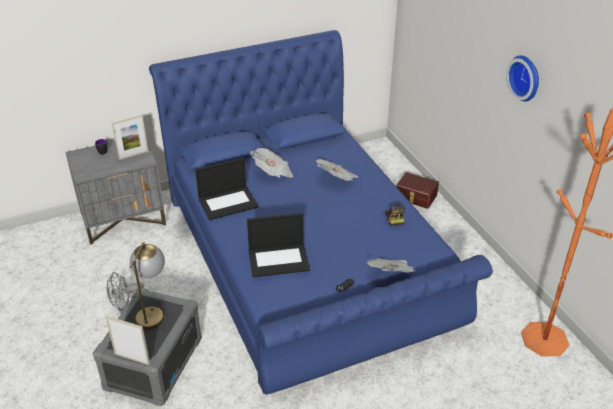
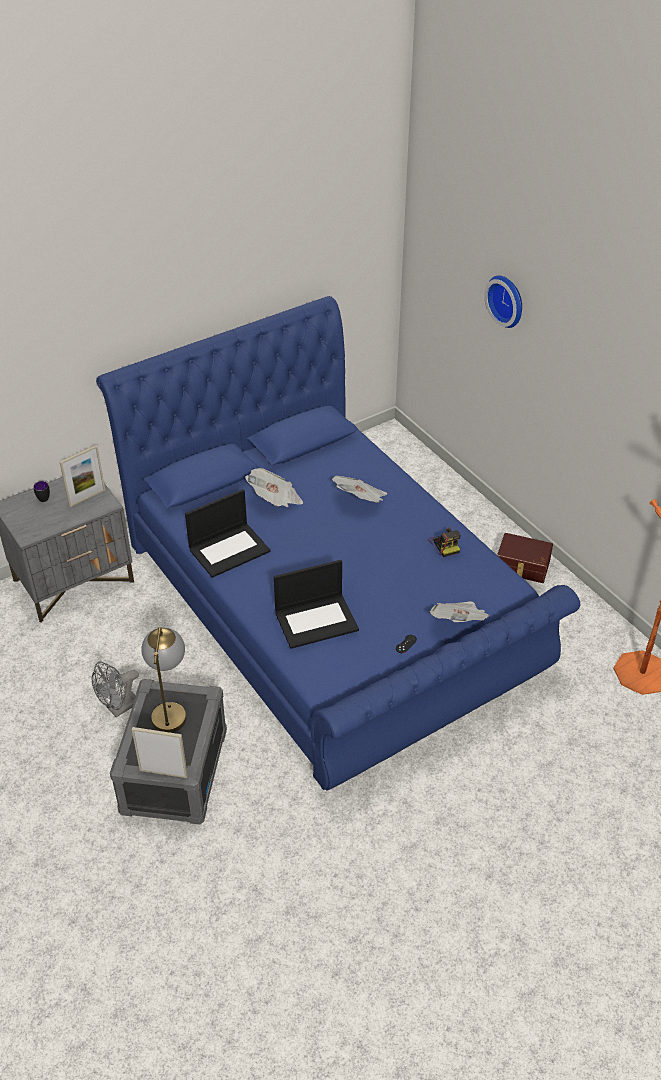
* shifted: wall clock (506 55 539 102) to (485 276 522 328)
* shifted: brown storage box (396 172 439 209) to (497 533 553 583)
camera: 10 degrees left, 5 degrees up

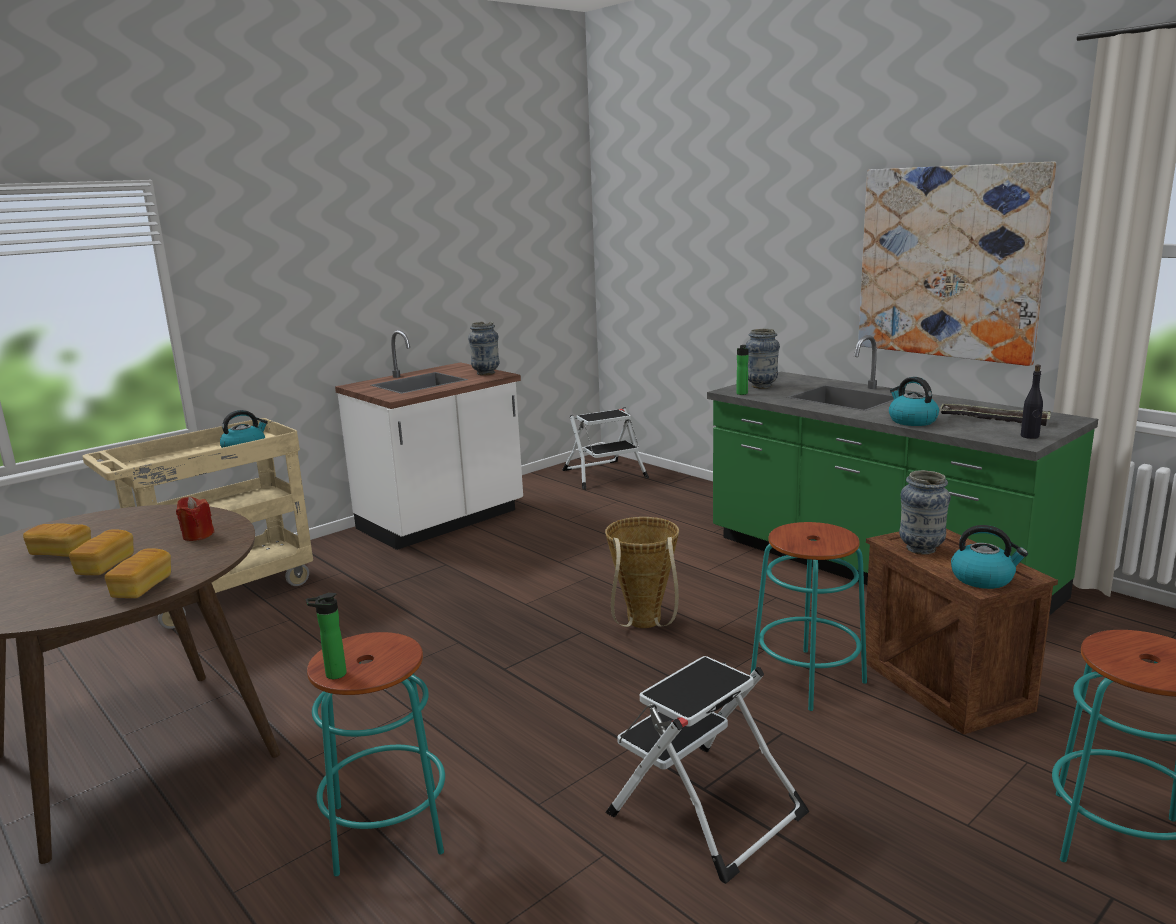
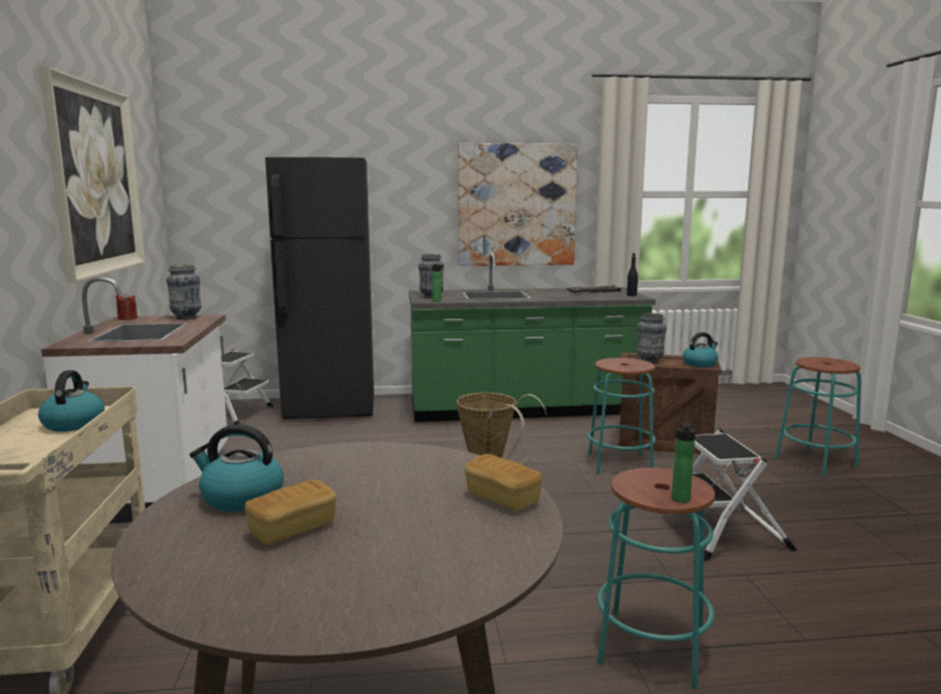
* shifted: kettle (889 377 939 426) to (190 424 284 512)
* shifted: red candle (176 496 214 541) to (116 292 138 320)
* gone: bread (69 529 134 575)
* new: picture (40 66 145 282)
* new: black fridge (265 157 374 419)
camera: 55 degrees left, 5 degrees down

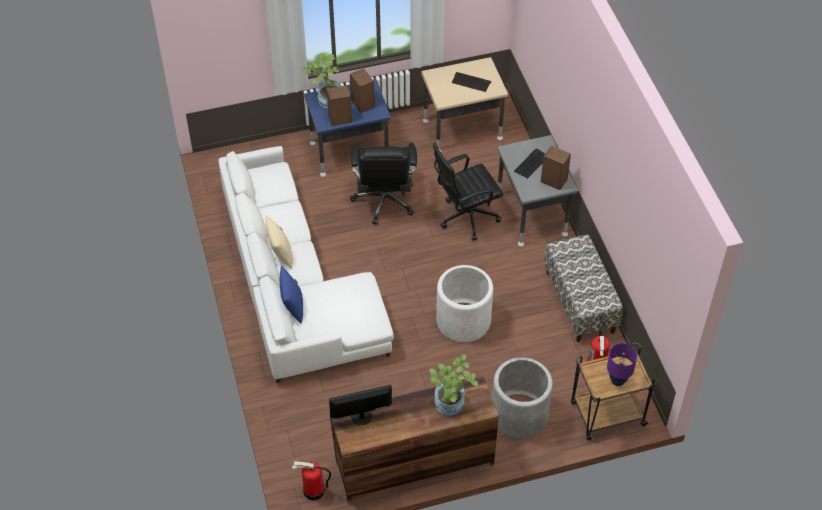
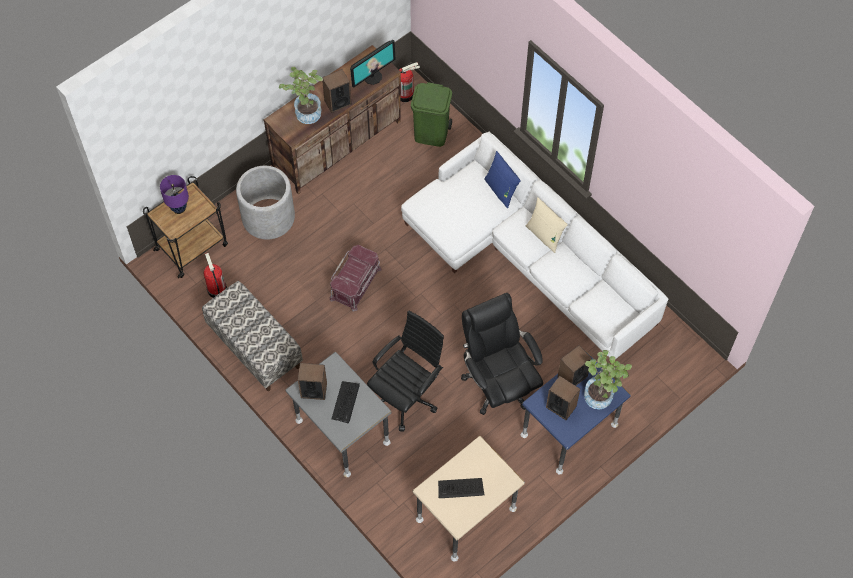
* swapped: white planter (436 265 493 342) to red storage box (330 245 382 312)
* new: speaker (322 69 352 113)
* new: green trash can (411 82 452 147)
camera: 155 degrees right, 10 degrees up

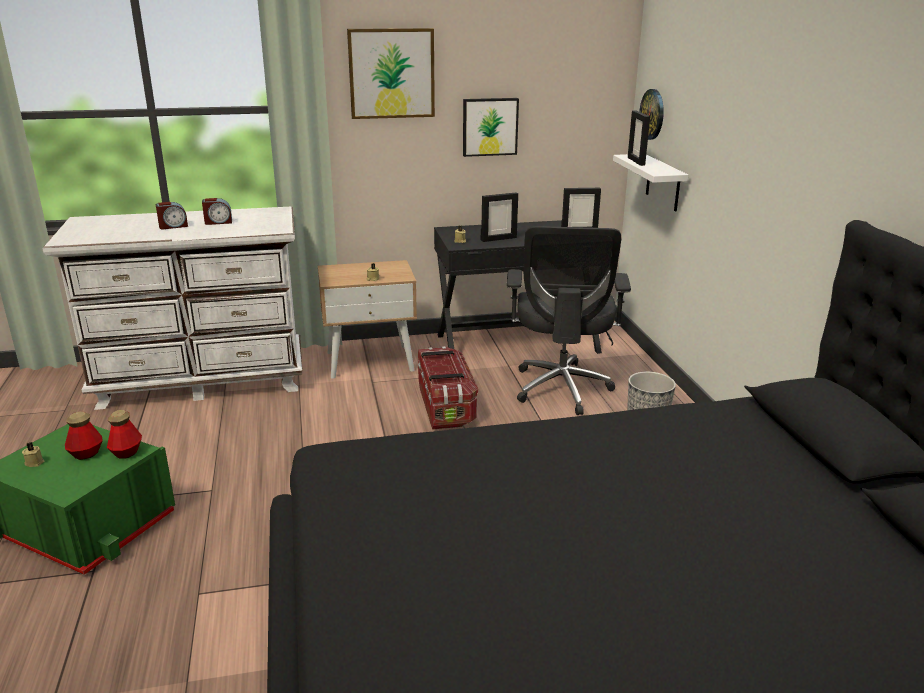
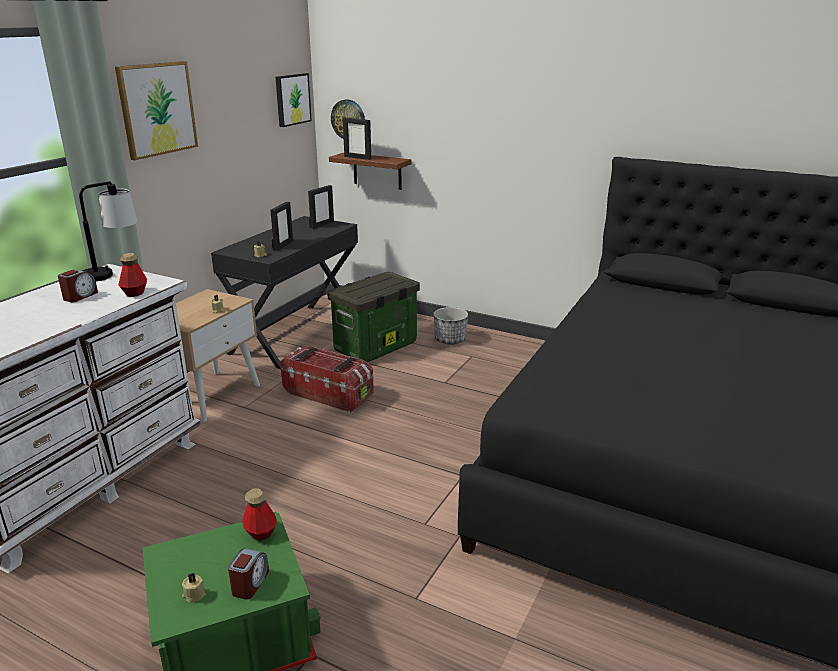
* shifted: picture (463 98 519 157) to (275 73 312 127)
* repainted: white shelf (613 154 688 212) to brown shelf (329 153 411 190)
* shifted: alarm clock (156 202 188 229) to (228 548 269 599)
* swapped: office chair (507 226 631 415) to storage box (327 272 420 362)
* shifted: bottle (65 411 103 460) to (118 253 147 297)
* new: table lamp (79 181 138 281)
camera: 50 degrees left, 0 degrees up

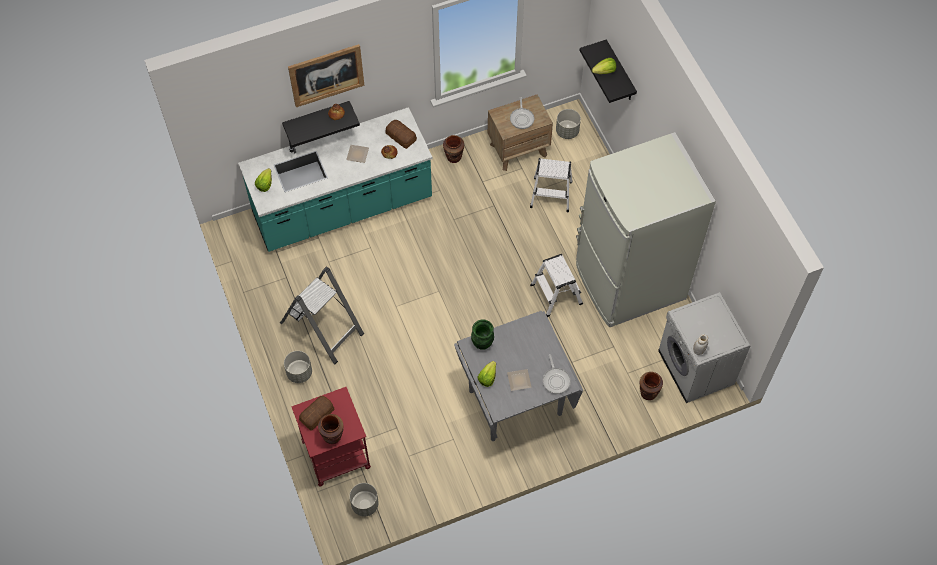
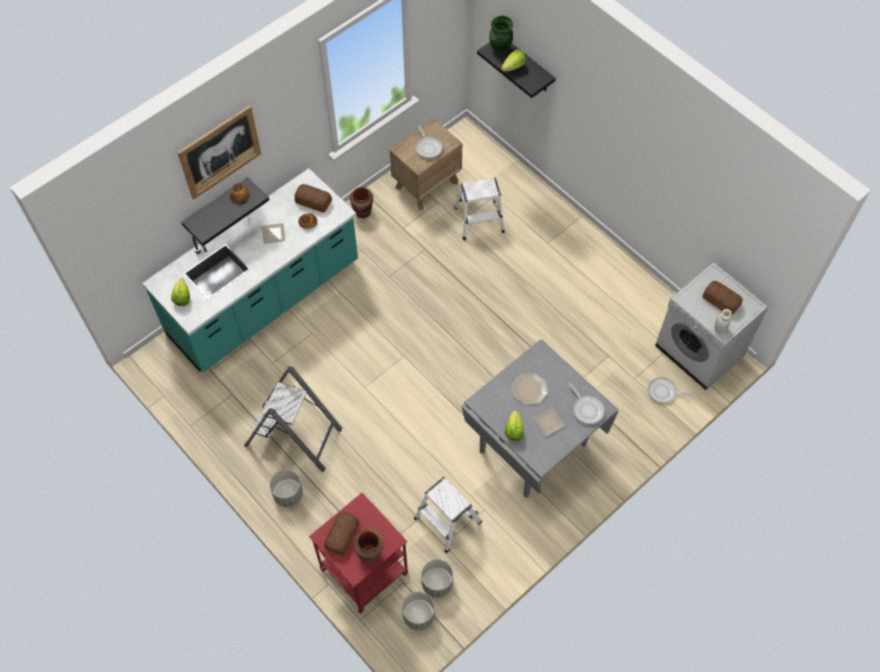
* shifted: grey planter (556 109 581 139) to (421 559 453 598)
* gone: white fridge (576 132 716 327)
* shifted: white step ladder (530 254 583 317) to (414 477 482 553)
* shifted: green vase (471 320 494 350) to (489 16 513 53)
* swapped: brown vase (640 372 663 400) to frying pan (648 377 693 403)
* new: bread (702 281 743 316)
* new: plate (512 373 548 405)
camera: 20 degrees left, 0 degrees up

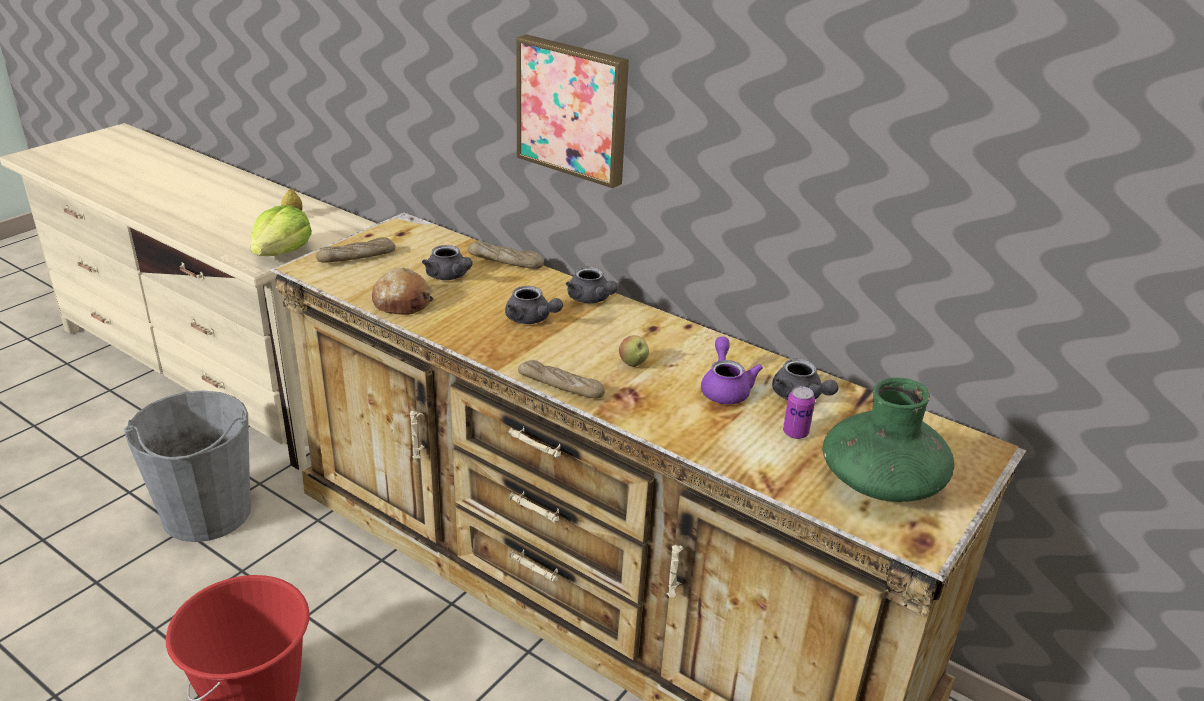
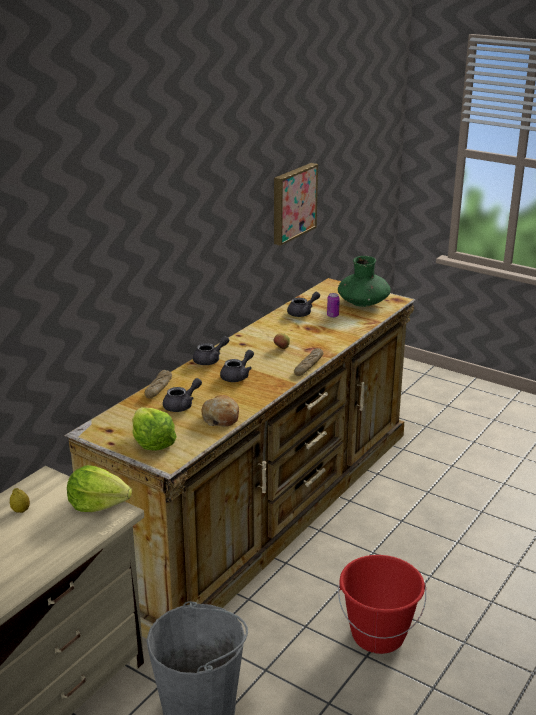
* shifted: picture (516 34 629 188) to (274 163 318 246)
* swapped: bread (316 237 395 262) to lettuce (132 407 177 451)
* gone: purple teapot (701 337 763 404)
camera: 90 degrees left, 5 degrees down

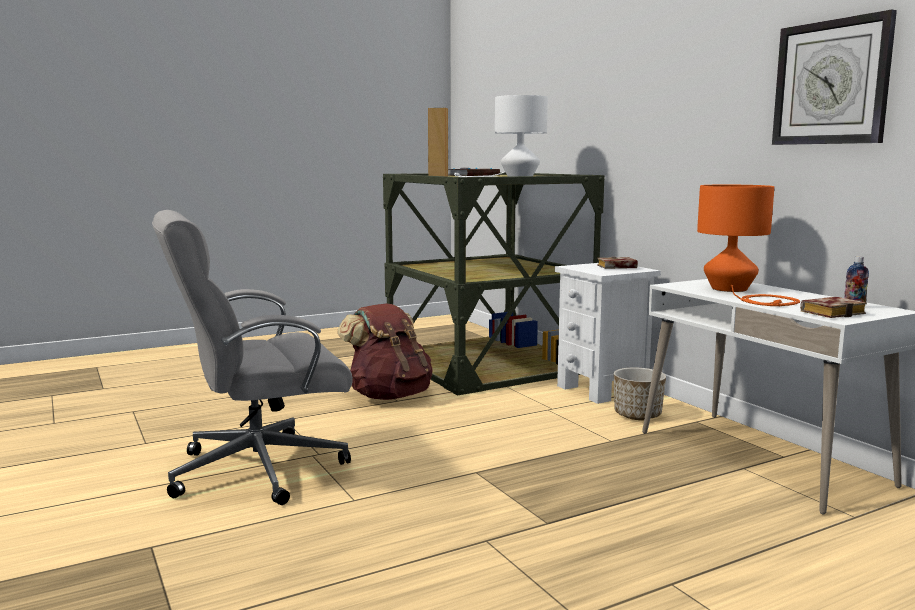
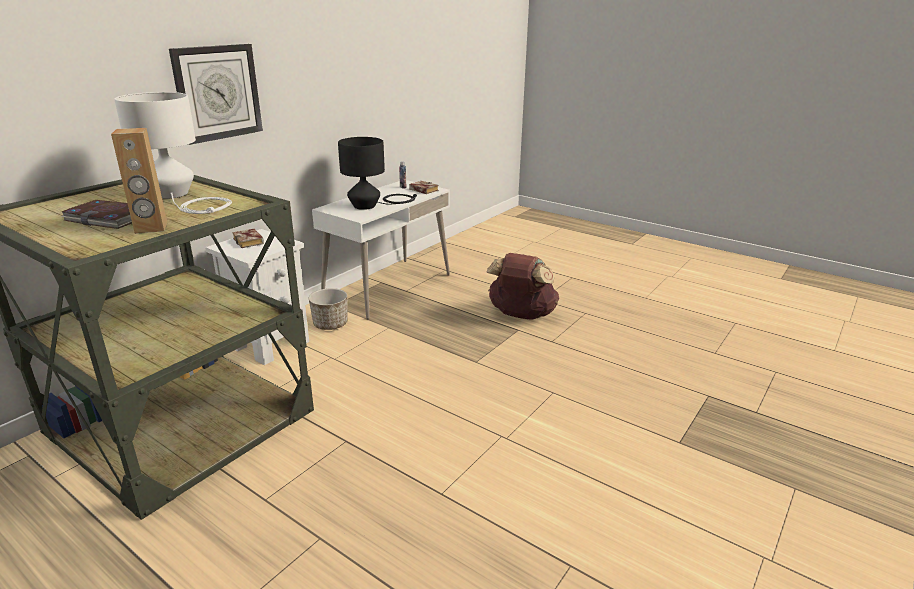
* shifted: wall clock (772 10 897 145) to (169 44 263 145)
* repainted: orange table lamp (697 185 800 307) to black table lamp (338 137 417 210)
* gone: grey office chair (152 210 353 505)
* shifted: brown backpack (338 303 433 400) to (486 253 559 320)
camera: 115 degrees left, 15 degrees up

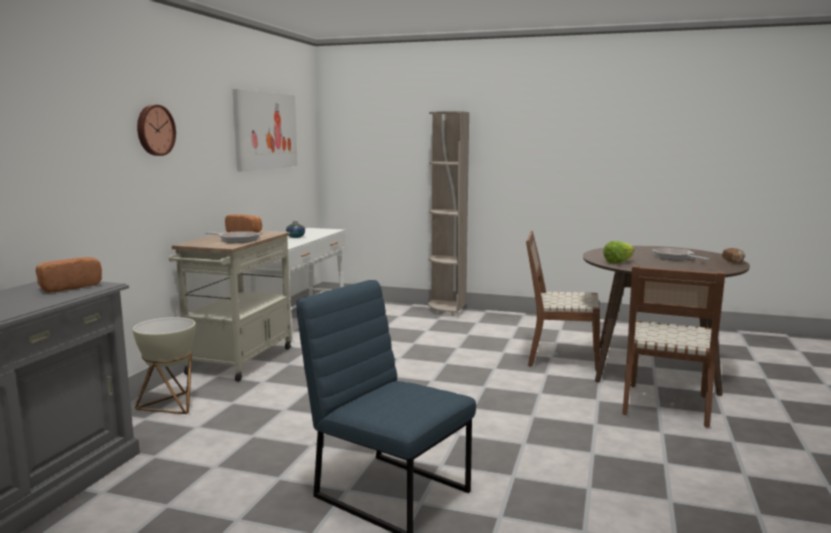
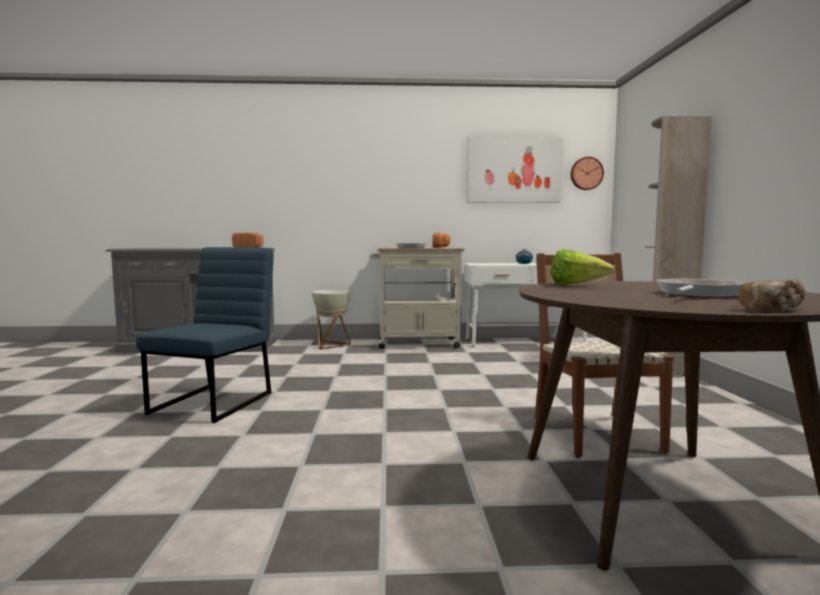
* shifted: wall clock (137 105 176 156) to (571 157 604 190)
* gone: chair (622 265 725 428)
camera: 70 degrees right, 5 degrees down

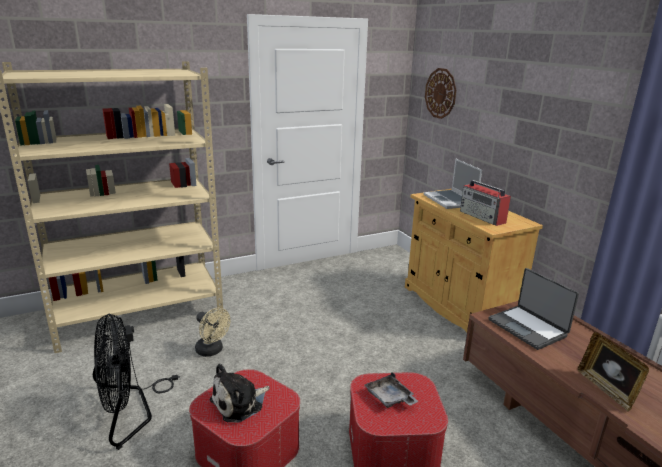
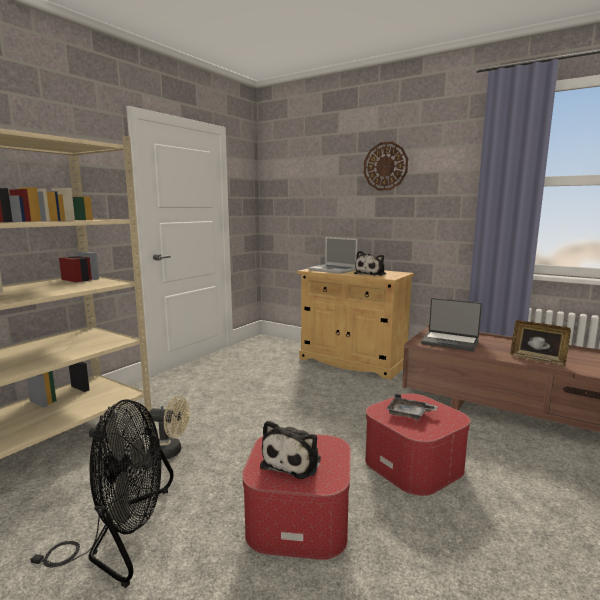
* shifted: wall clock (425 68 456 119) to (364 142 408 190)
* swapped: radio (460 180 511 226) to plush toy (354 251 386 276)
* rotated: black fan (93 314 180 450) = (31 399 173 588) 120 degrees counterclockwise
camera: 30 degrees left, 10 degrees down

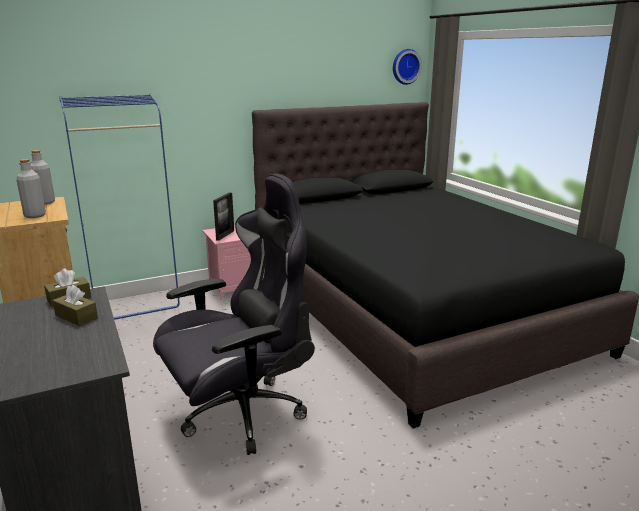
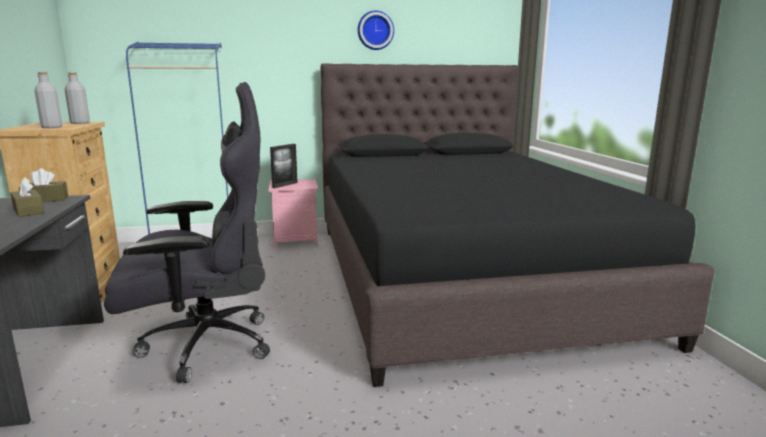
* shifted: wall clock (393 49 422 85) to (358 10 394 50)
camera: 15 degrees right, 5 degrees down

